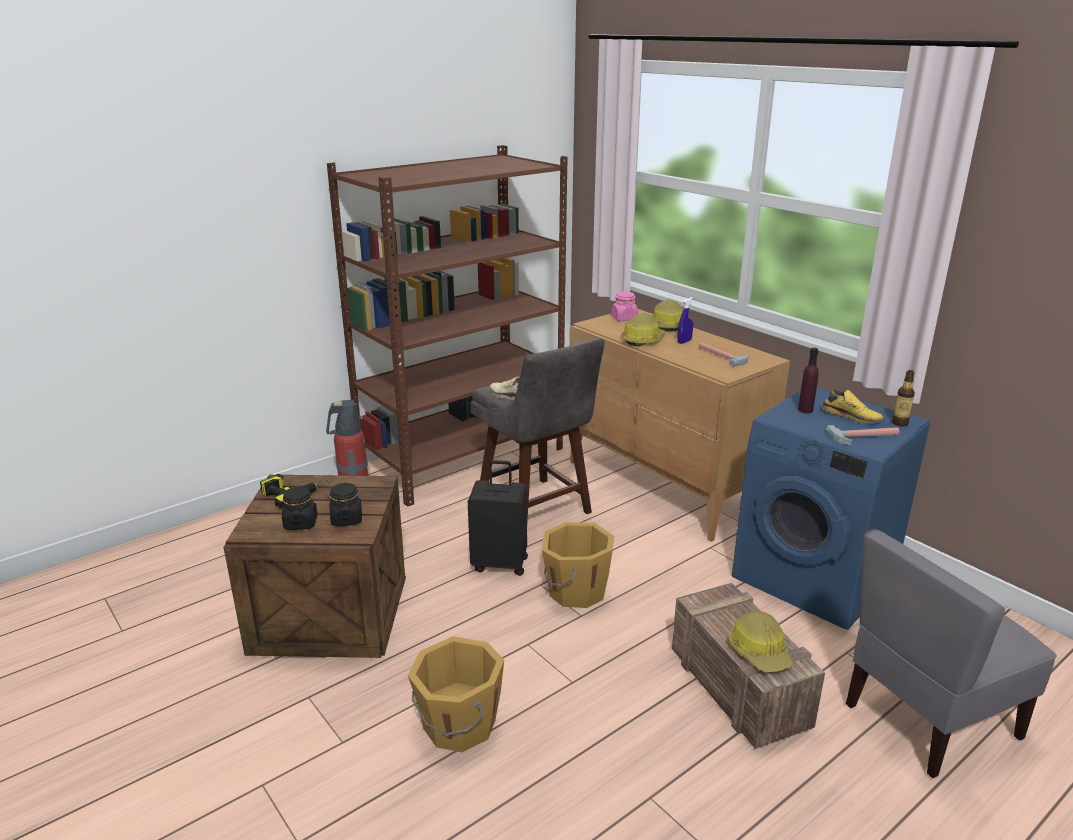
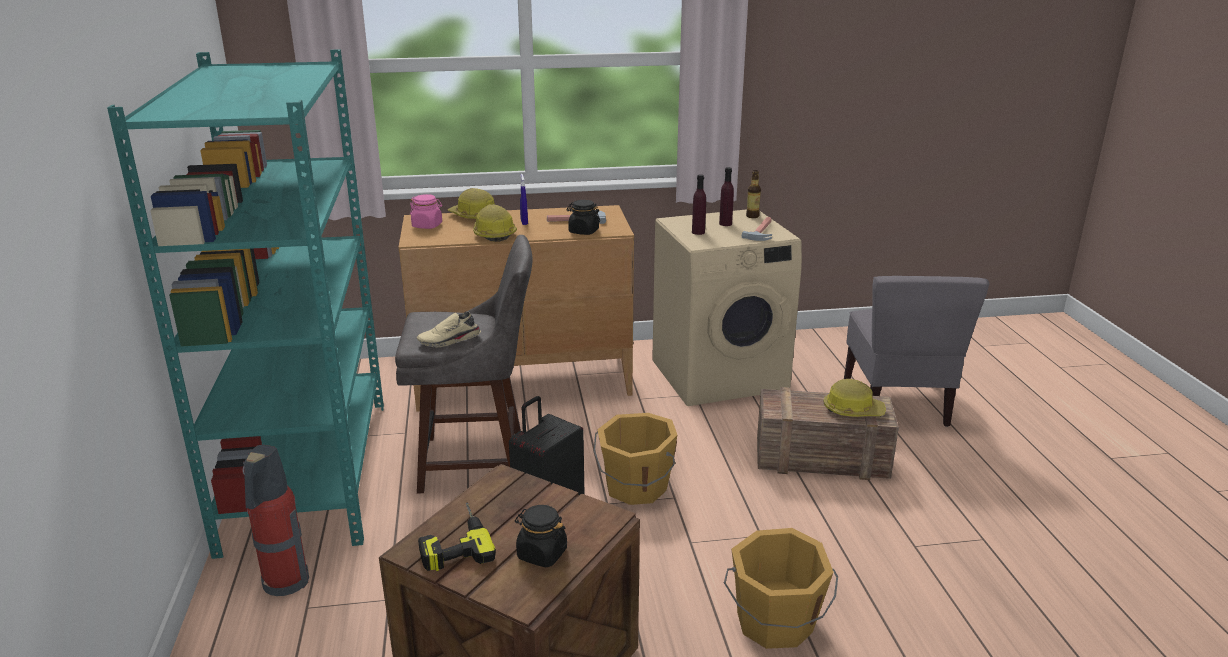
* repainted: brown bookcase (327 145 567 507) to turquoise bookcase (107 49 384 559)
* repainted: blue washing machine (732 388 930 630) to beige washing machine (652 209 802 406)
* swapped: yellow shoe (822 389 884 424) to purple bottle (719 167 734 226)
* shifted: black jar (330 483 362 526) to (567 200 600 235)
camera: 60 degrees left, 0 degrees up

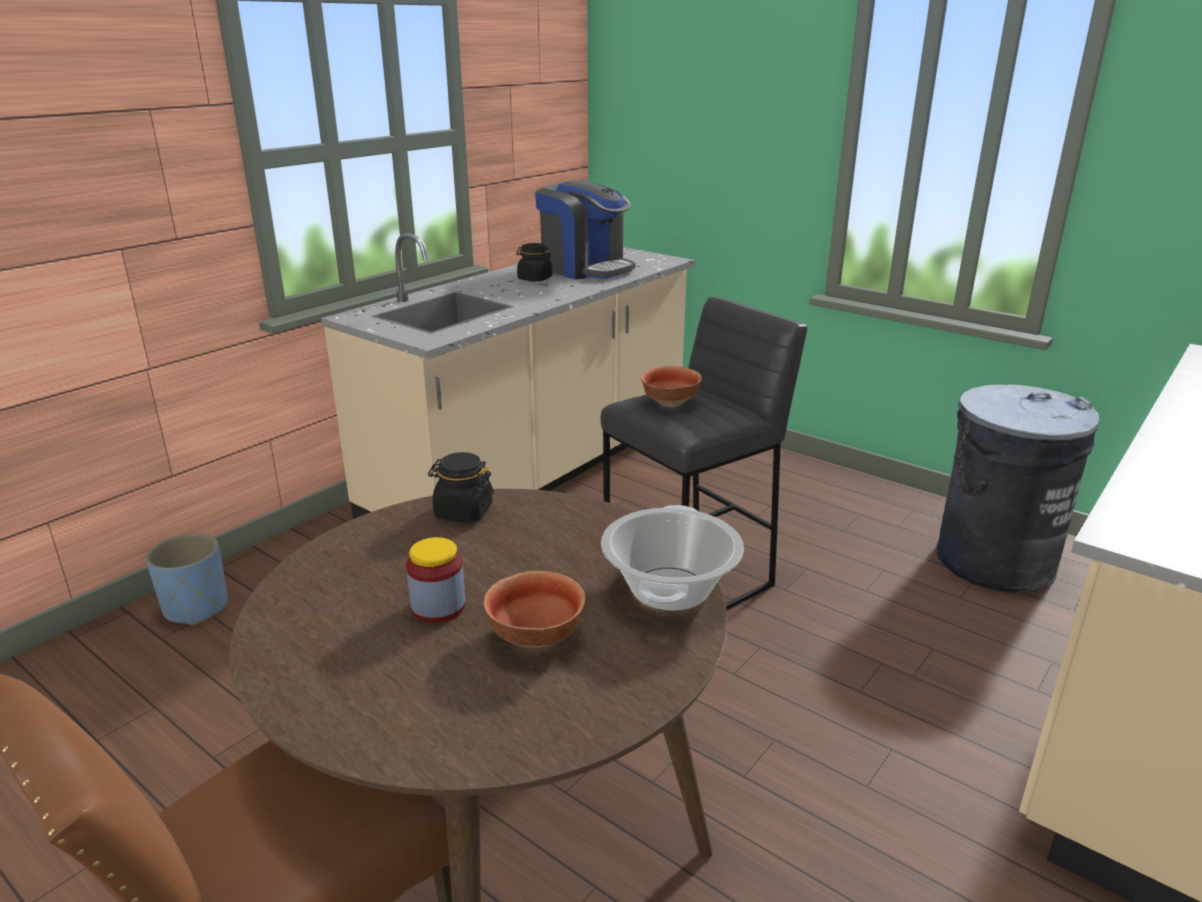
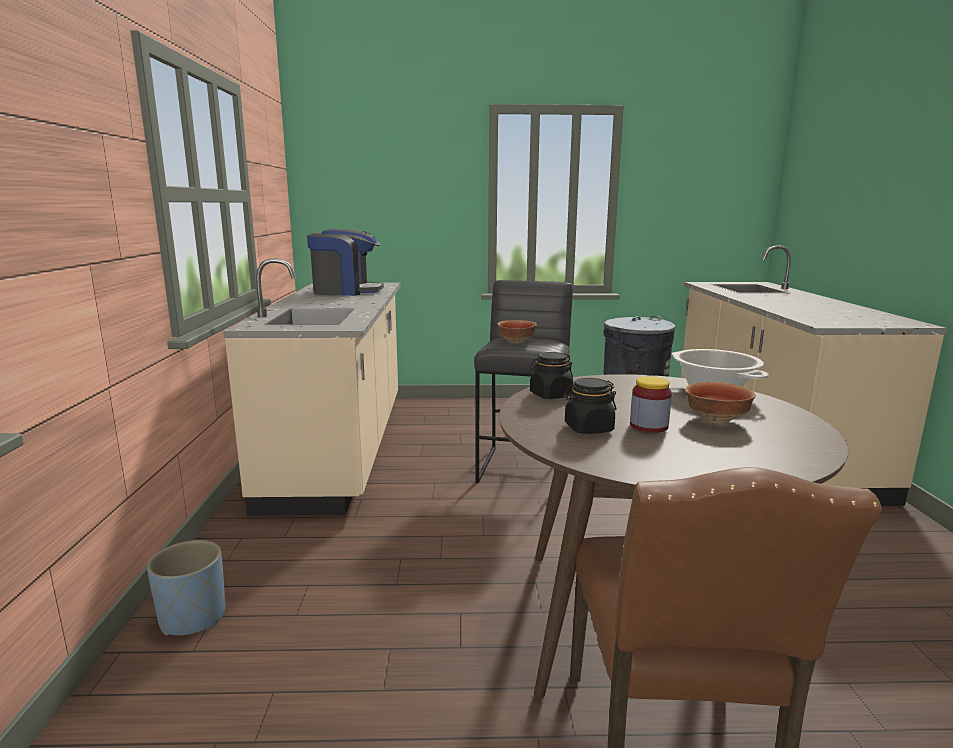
* shifted: black jar (516 243 552 281) to (563 378 617 434)
camera: 40 degrees left, 10 degrees down

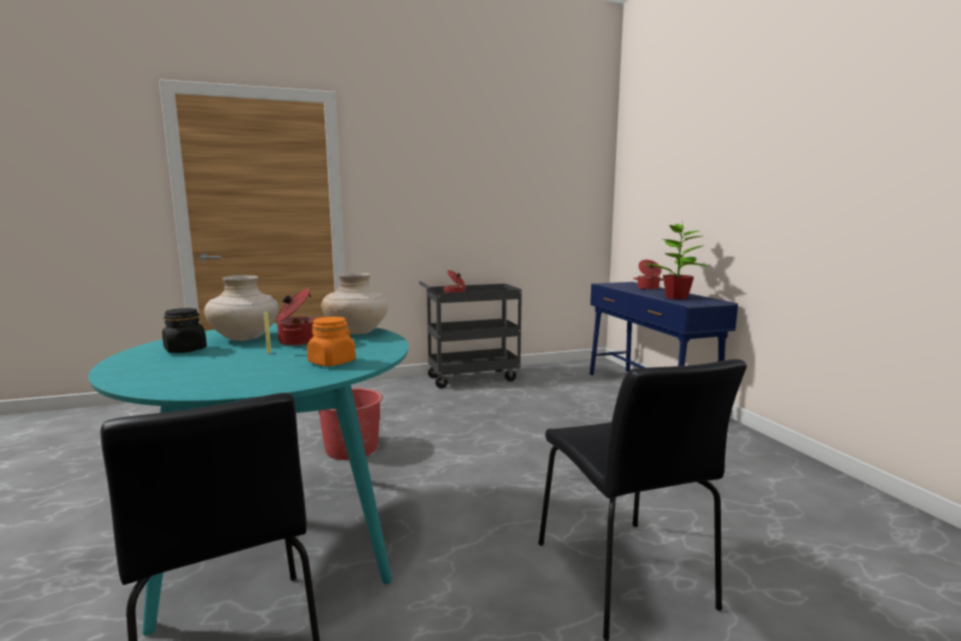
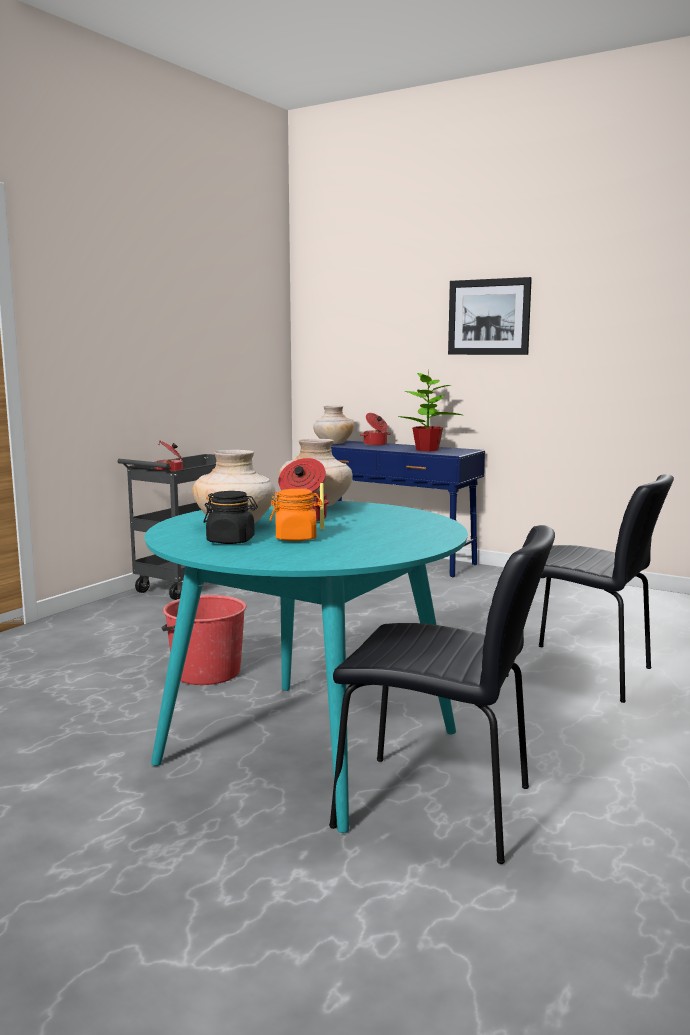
* shifted: orange jar (307 317 356 366) to (270 489 323 541)
* new: picture (448 277 532 355)
* new: beige vase (313 406 355 444)
camera: 40 degrees left, 0 degrees up

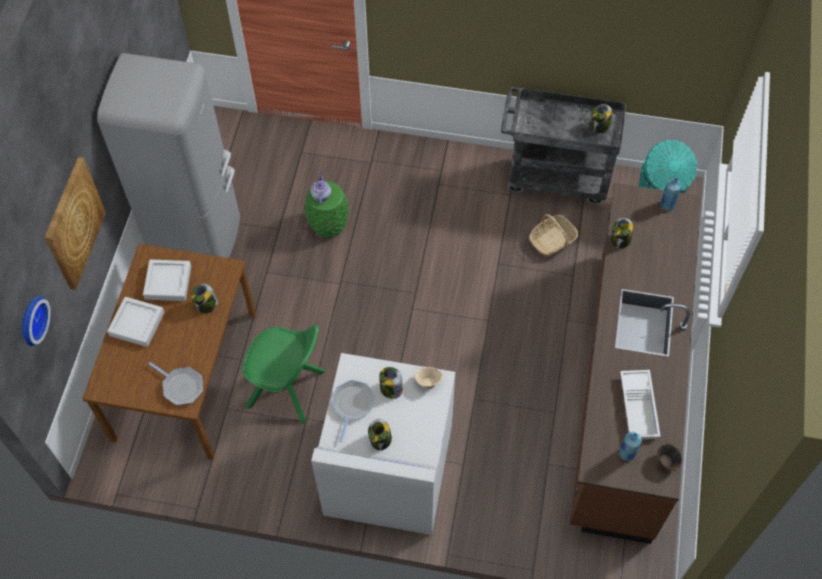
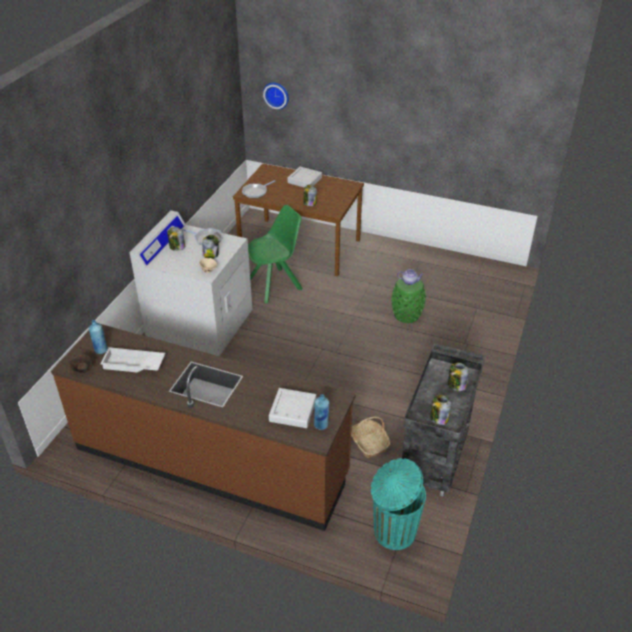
* gone: grey fridge (97 53 240 258)
* gone: picture (44 157 106 290)
* shifted: jar (611 218 633 249) to (448 362 469 391)
* shifted: grey tray (143 259 191 301) to (269 388 316 428)
* rotated: green chair (242 325 325 425) = (248 205 303 303) 150 degrees counterclockwise
camera: 100 degrees right, 20 degrees down

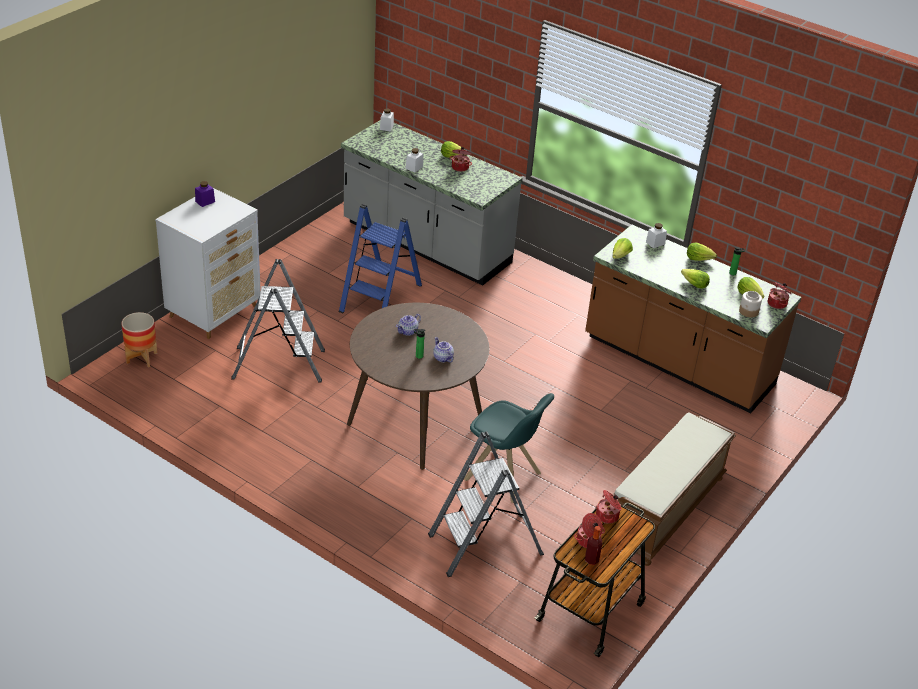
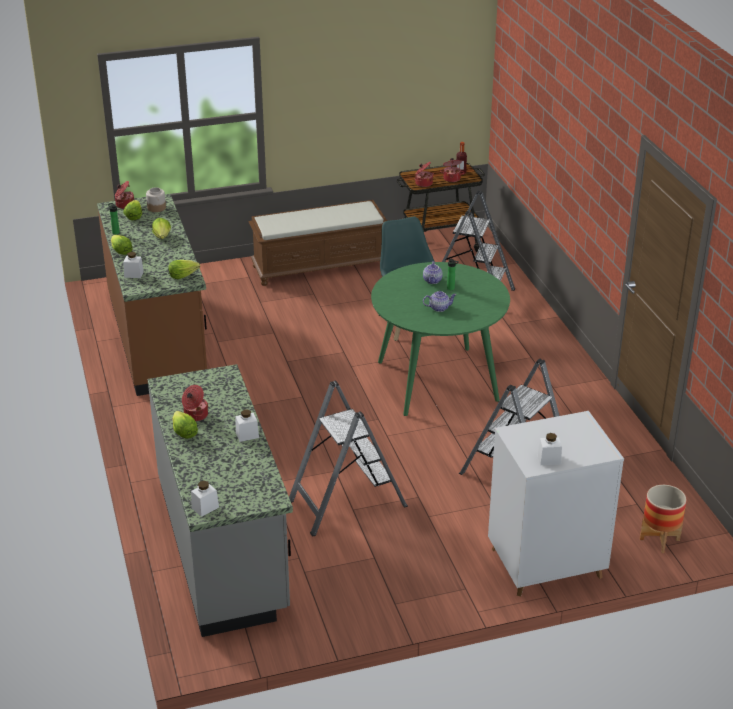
* repainted: purple jar (195 181 215 207) to white jar (538 433 562 465)
* repainted: blue step ladder (339 204 422 313) to grey step ladder (289 380 408 537)
* repainted: brown dining table (347 303 489 470) to green dining table (371 262 510 416)
camera: 140 degrees left, 5 degrees down

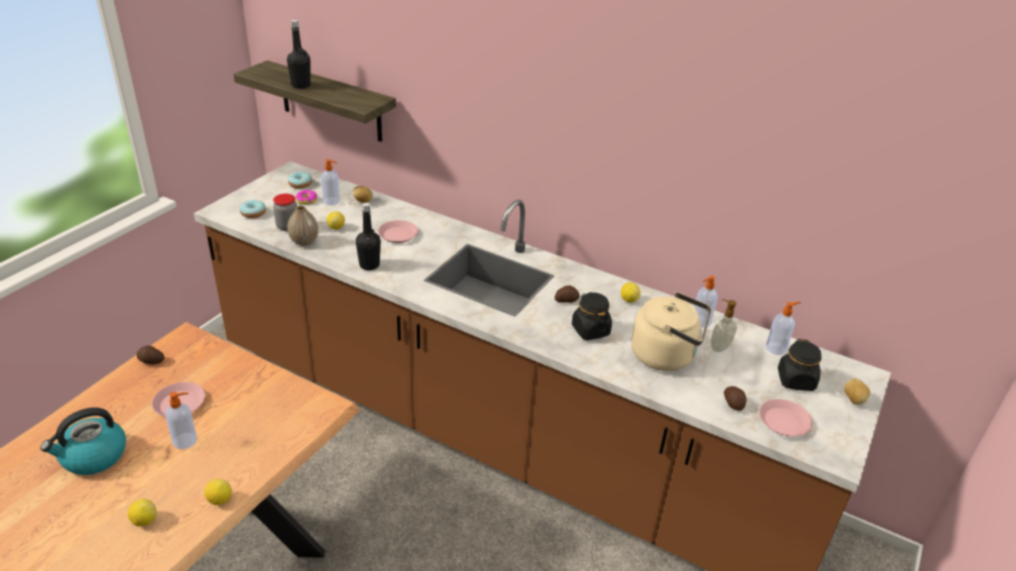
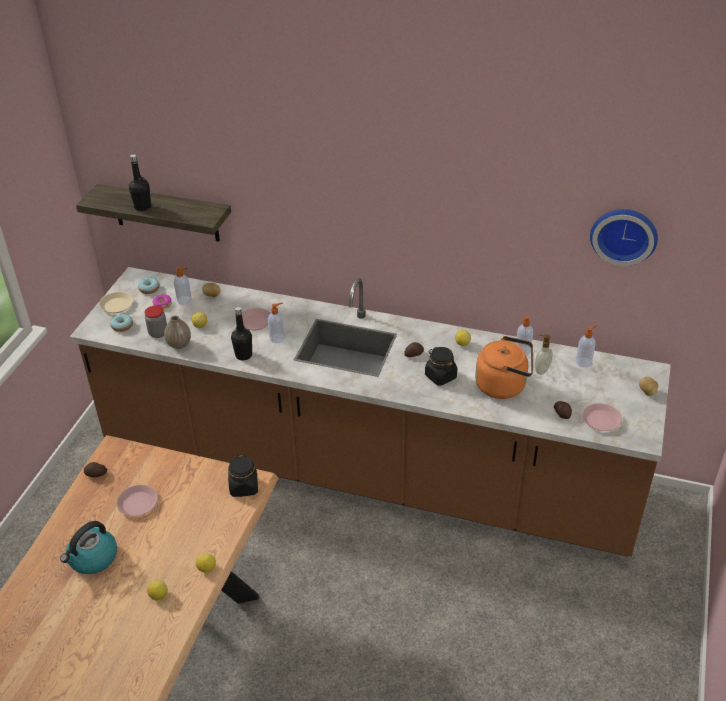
* repainted: beige kettle (631 292 711 371) to orange kettle (475 336 533 399)
* shifted: black jar (778 339 821 391) to (228 454 258 497)
* shifted: soap dispenser (166 392 197 449) to (268 302 285 343)
* new: wall clock (590 209 658 266)
* new: beige plate (99 292 133 313)
camera: 10 degrees left, 5 degrees up

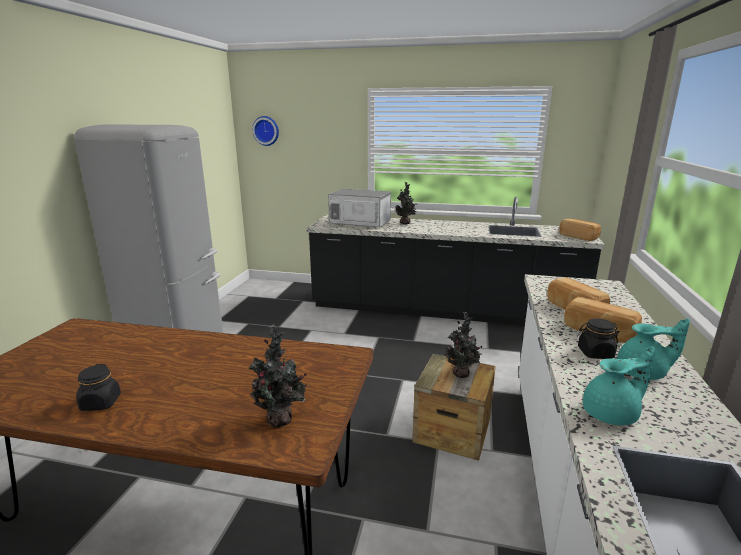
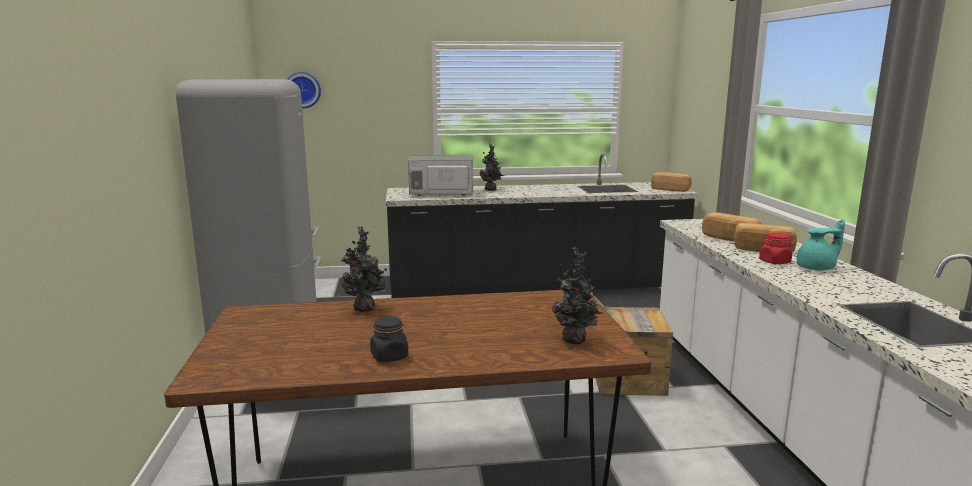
* shifted: potted plant (445 312 483 378) to (341 226 387 312)
* repainted: black jar (578 318 619 359) to red jar (759 233 792 264)
* gone: turquoise teapot (583 346 655 425)
camera: 20 degrees left, 5 degrees down

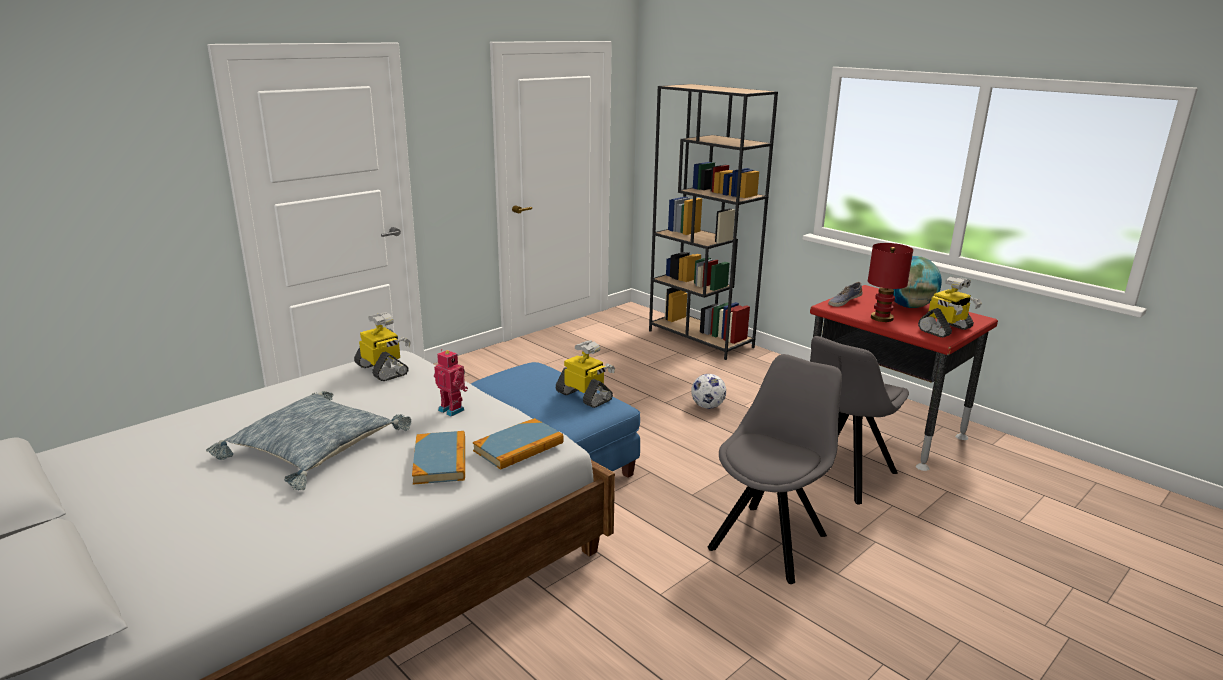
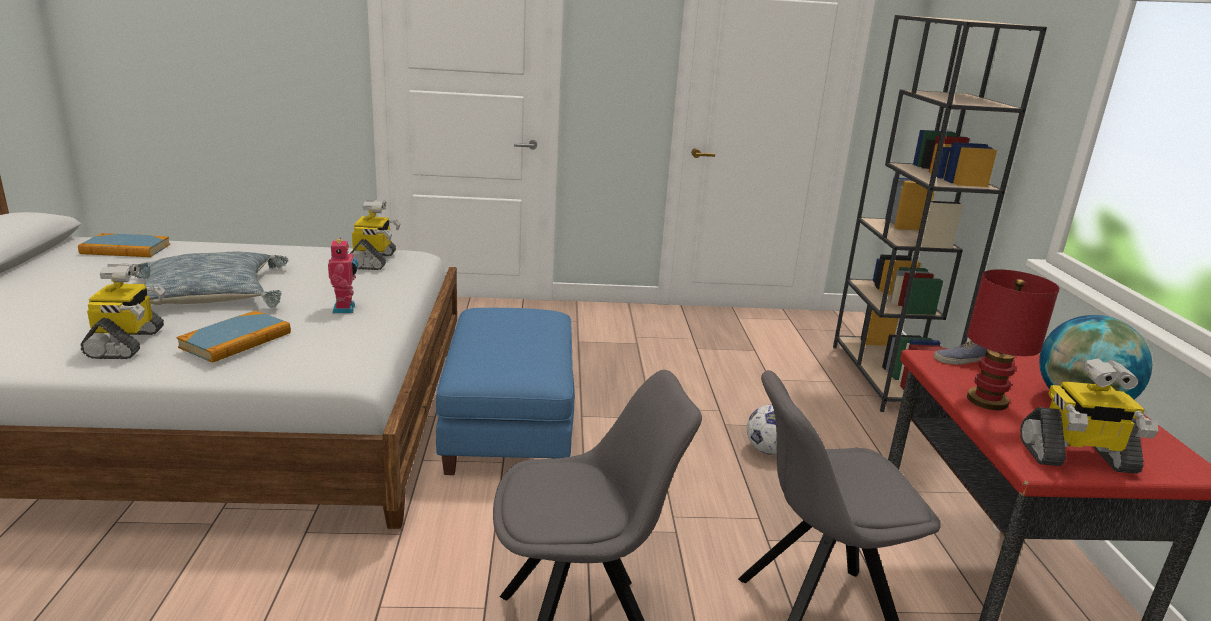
* shifted: toy robot (555 340 615 408) to (81 264 166 359)
* shifted: book (473 418 564 470) to (78 233 170 257)
camera: 40 degrees right, 0 degrees up

